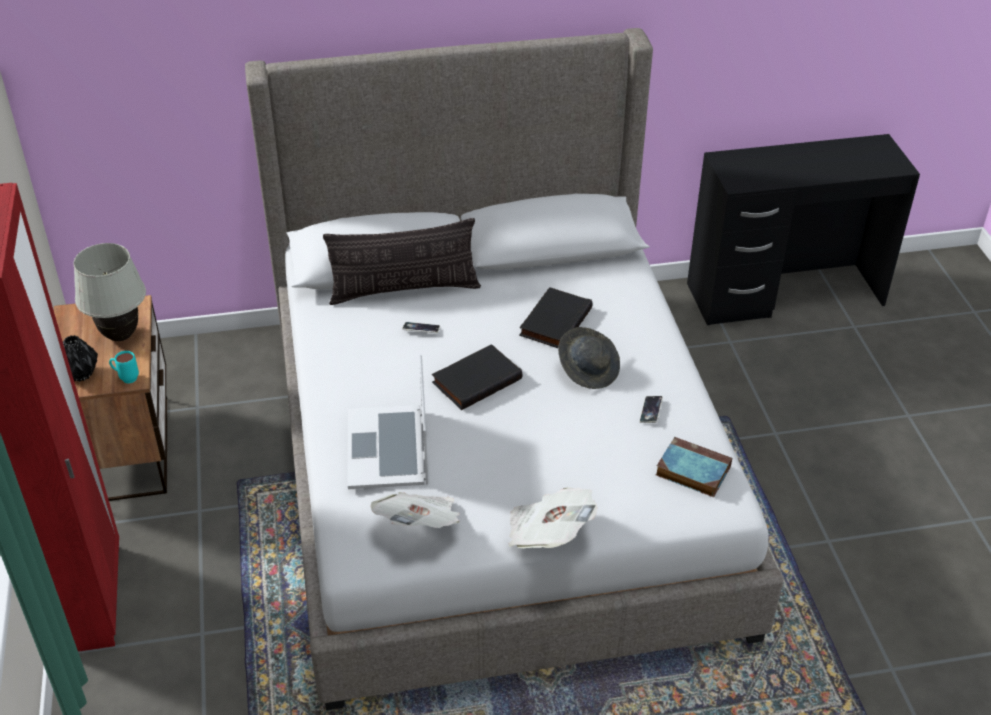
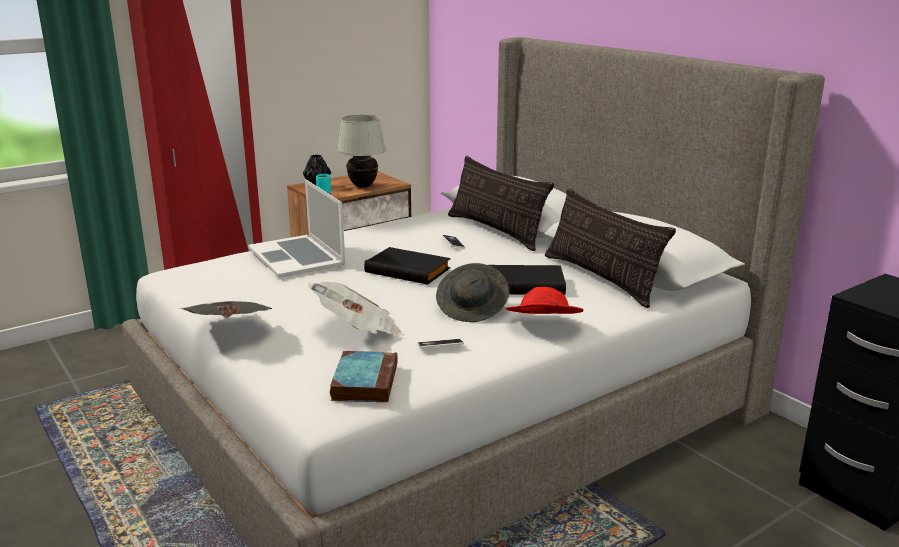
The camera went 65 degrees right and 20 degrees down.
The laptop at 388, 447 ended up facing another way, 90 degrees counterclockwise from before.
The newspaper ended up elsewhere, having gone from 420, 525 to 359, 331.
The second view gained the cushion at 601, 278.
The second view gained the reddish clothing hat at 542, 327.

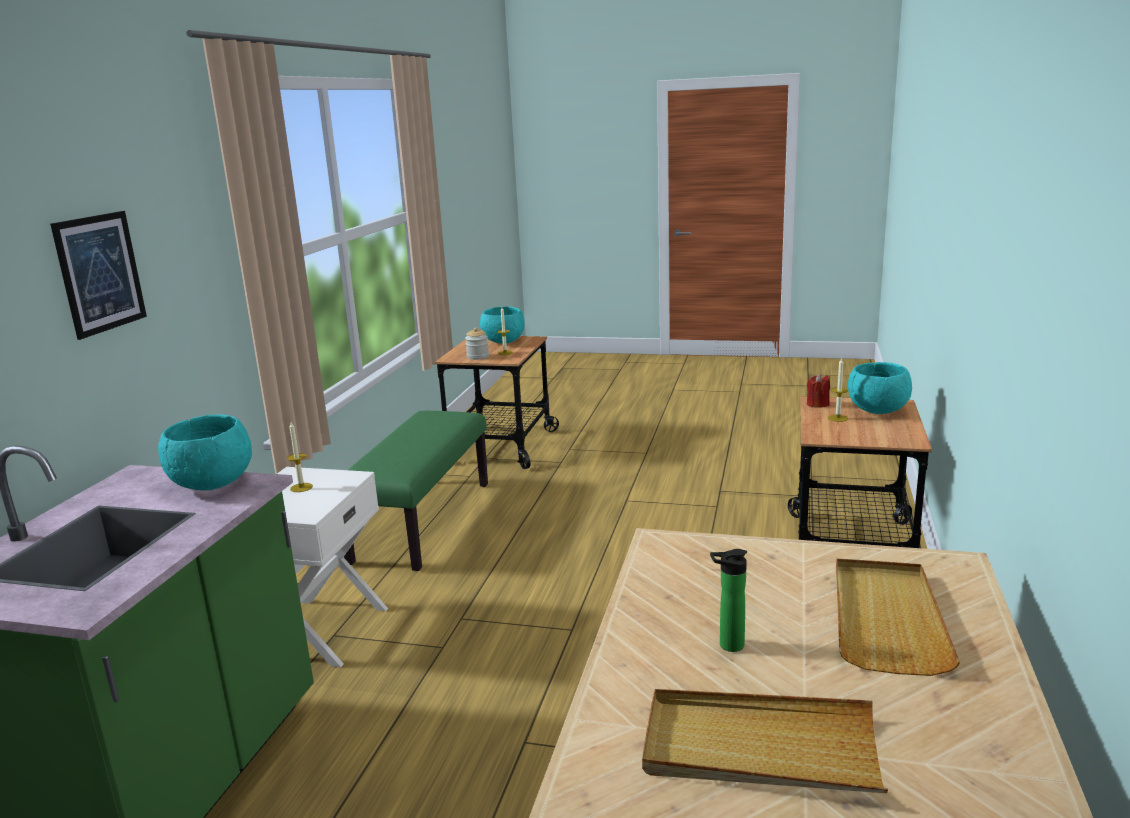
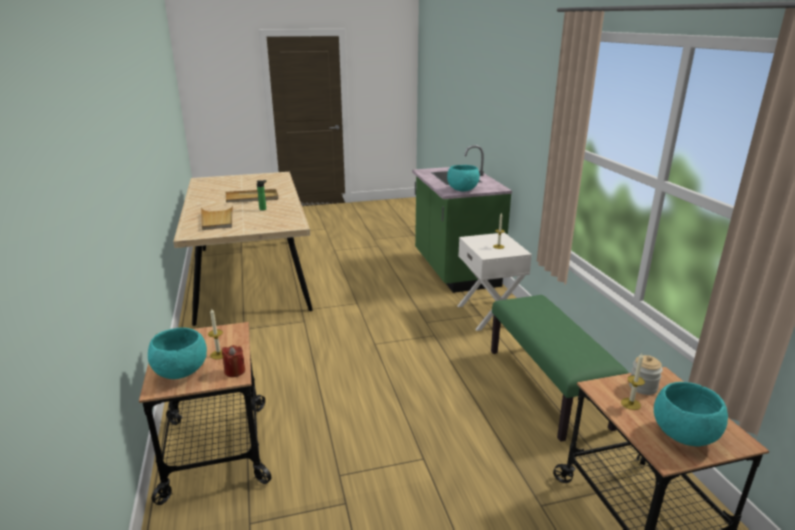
The camera went 150 degrees right and 5 degrees up.
The second view lost the wall art at 100, 273.

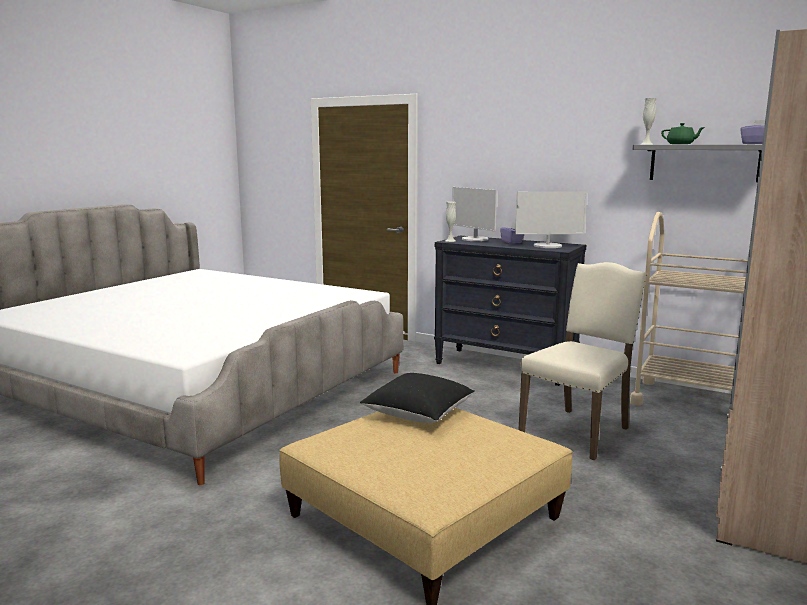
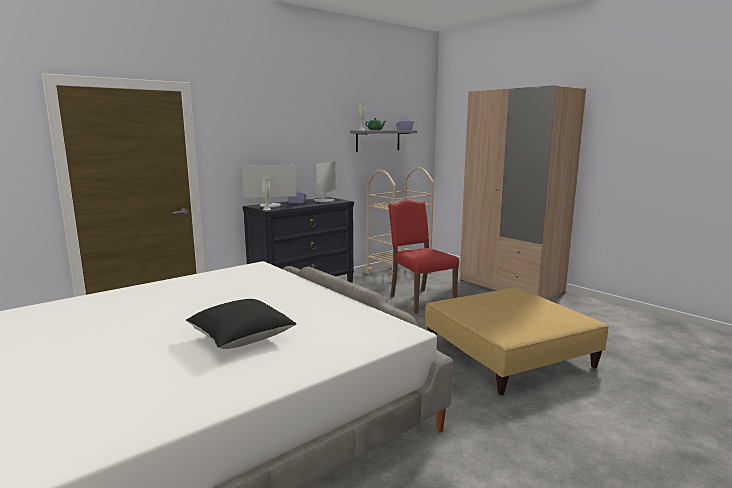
The camera went 70 degrees left and 0 degrees up.
What was the beige upright chair at 578, 431 turned into the reddish upright chair at 420, 300.
The black-coloured cushion ended up elsewhere, having gone from 418, 414 to 241, 339.

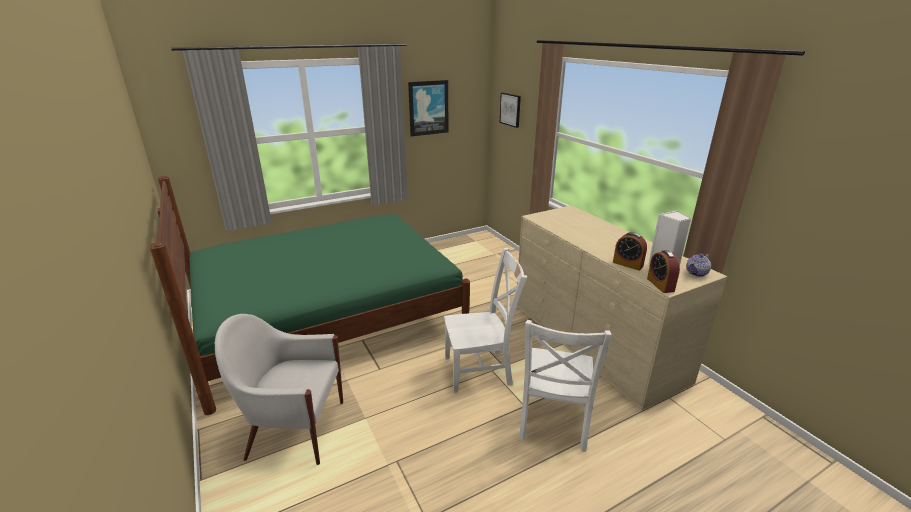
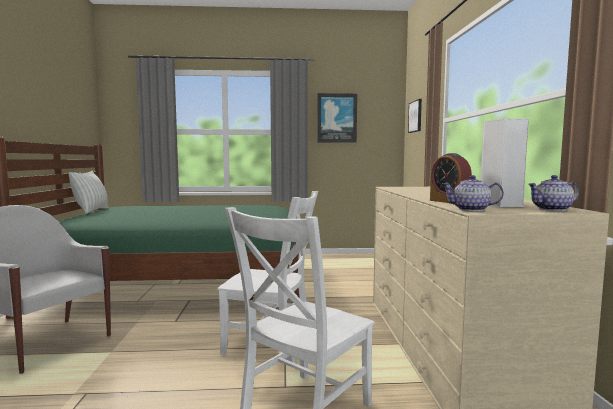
The camera went 25 degrees right and 20 degrees down.
Where the table clock stood at 660, 285, the tea pot came to stand at 471, 209.
The second view gained the cushion at 91, 211.

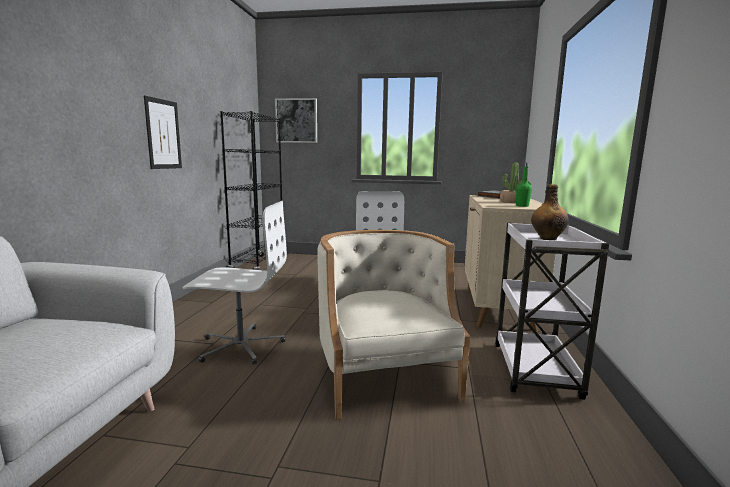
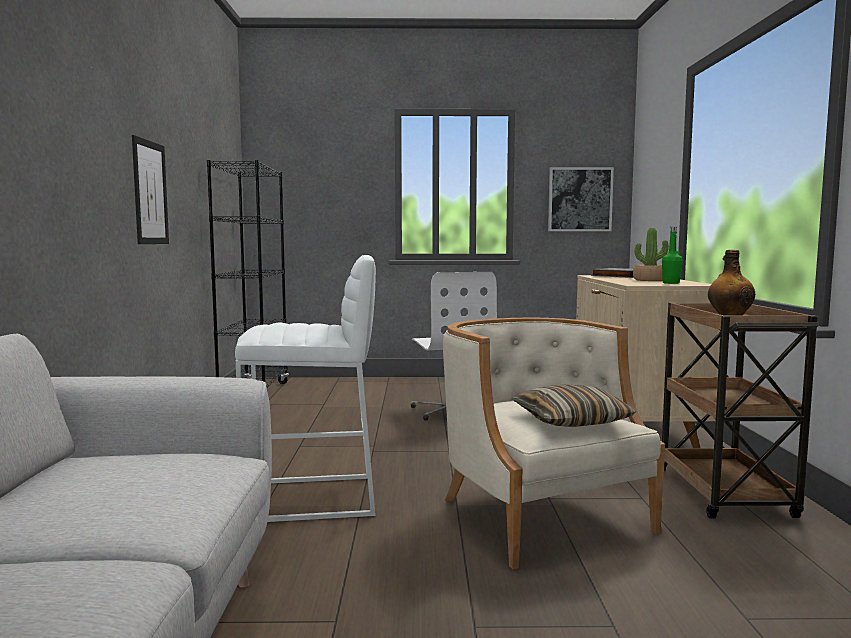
The camera went 10 degrees left and 5 degrees down.
The wall art ended up elsewhere, having gone from 296, 120 to 580, 199.
Where the whitish office chair stood at 240, 346, the whitish sitting stool came to stand at 313, 498.
What was the whitish wheeled cart at 535, 371 turned into the brownish wheeled cart at 725, 494.
The second view gained the cushion at 570, 421.

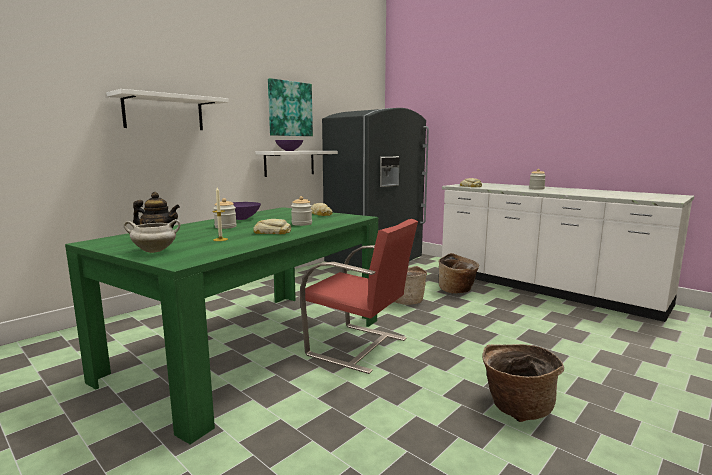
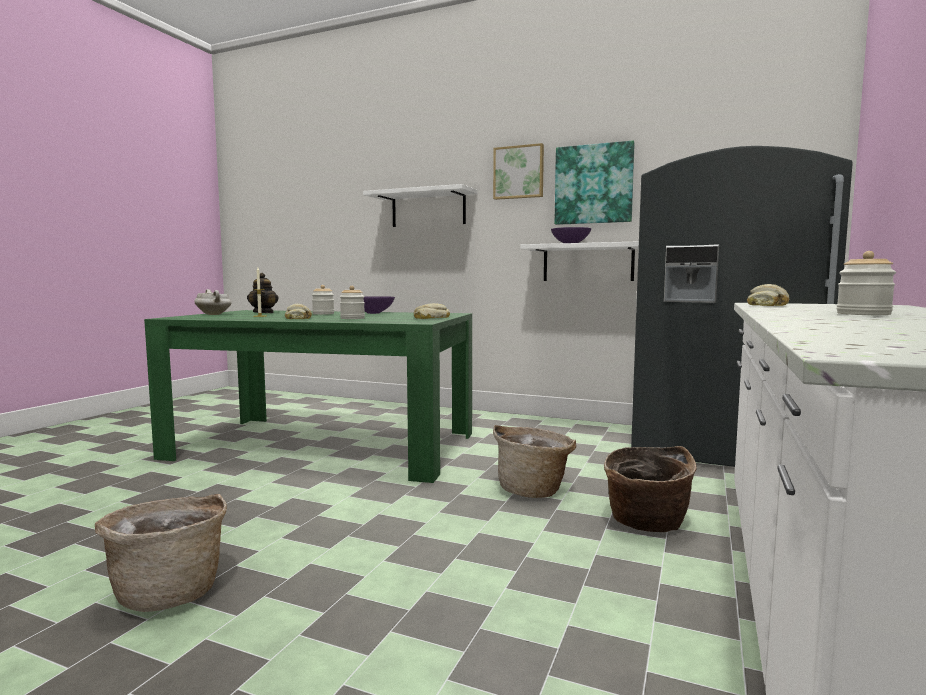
The camera went 70 degrees right and 5 degrees down.
The second view lost the reddish upright chair at 359, 347.
The second view gained the wall art at 519, 172.

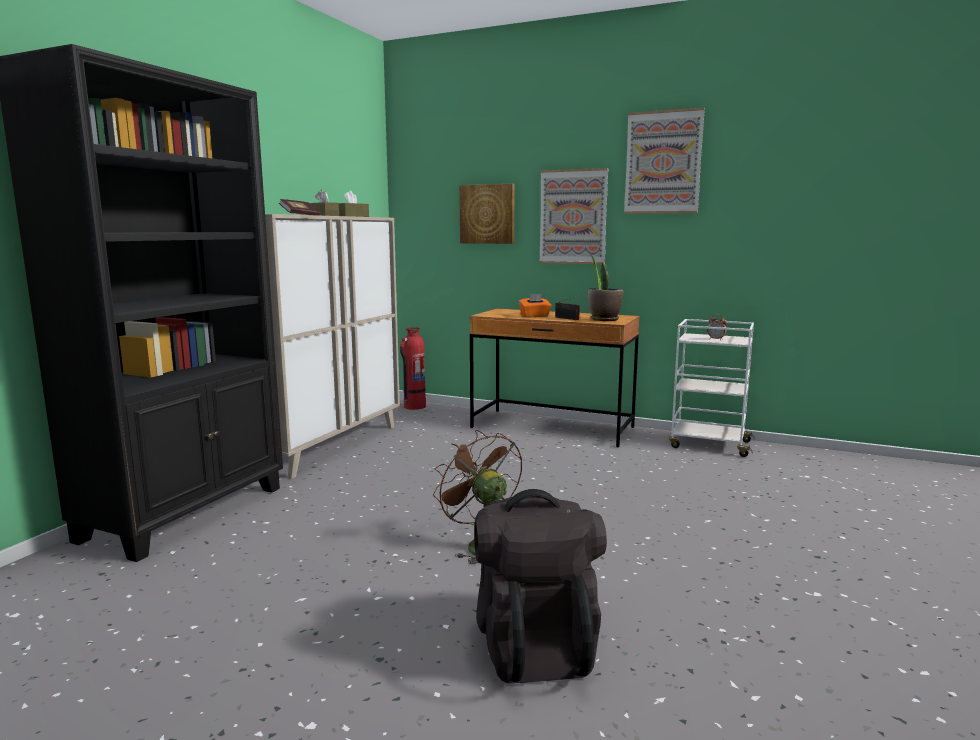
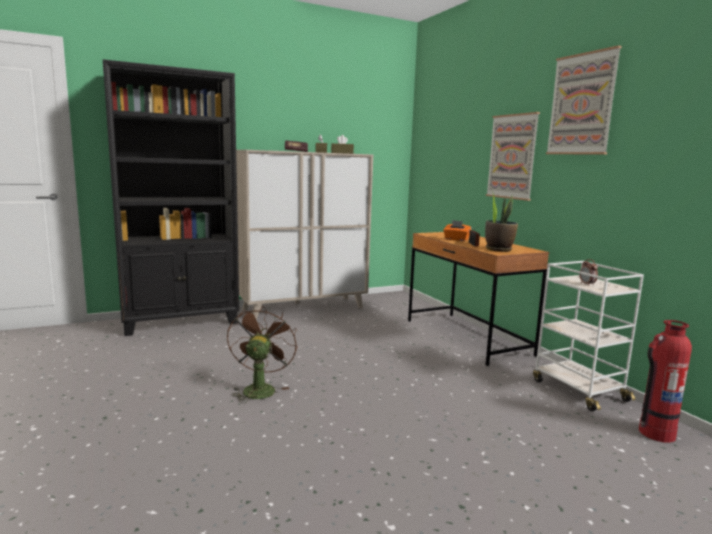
The camera went 40 degrees right and 0 degrees up.
The second view lost the wall art at 487, 214.
The extinguisher ended up elsewhere, having gone from 414, 406 to 655, 433.
The second view lost the black-coloured knapsack at 534, 643.

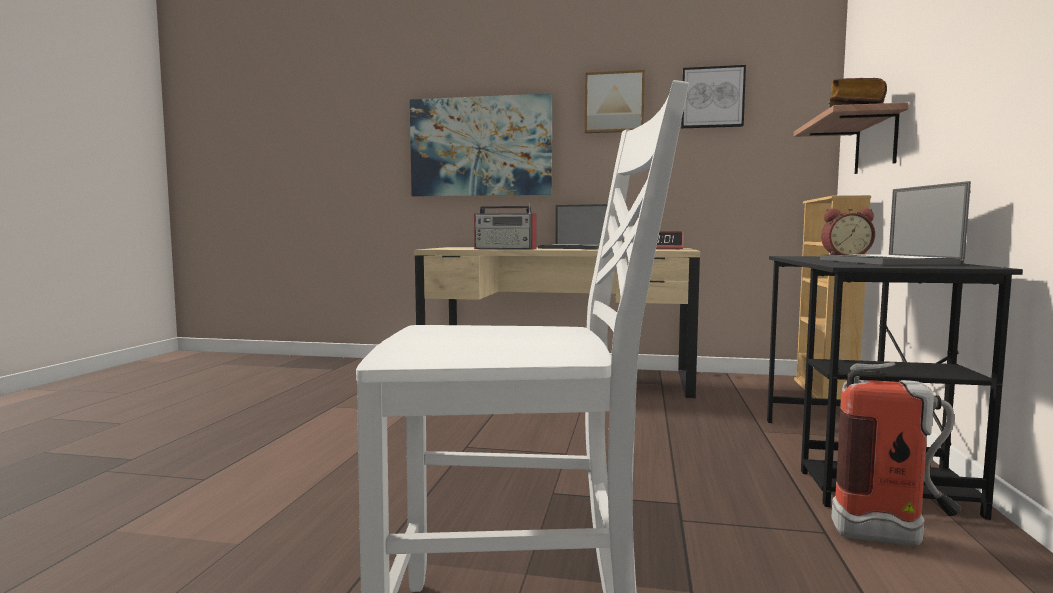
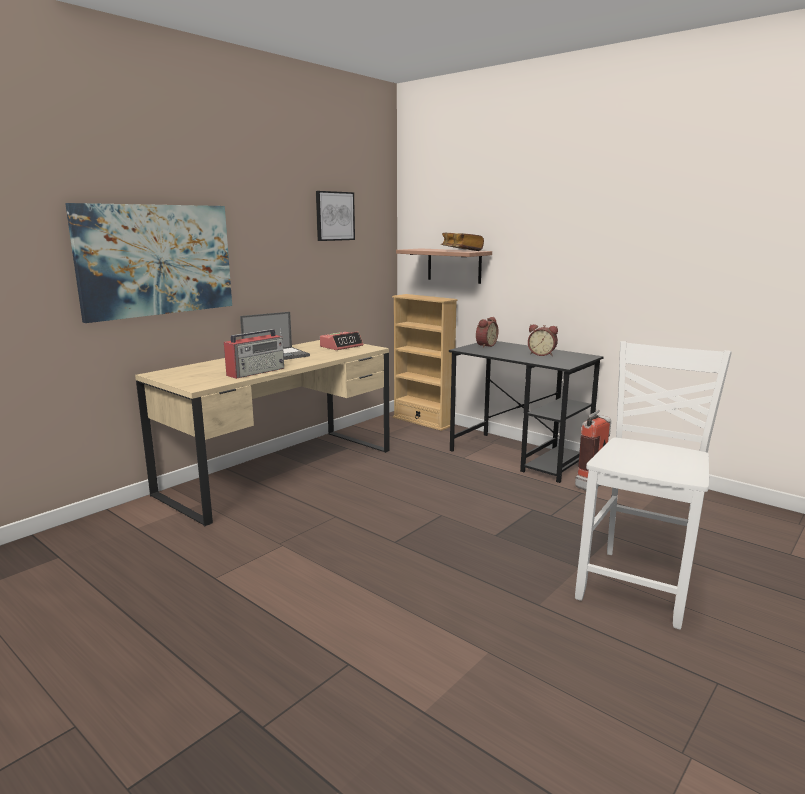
The camera went 60 degrees left and 10 degrees up.
The second view lost the wall art at 614, 102.
Where the laptop stood at 888, 262, the table clock came to stand at 542, 354.

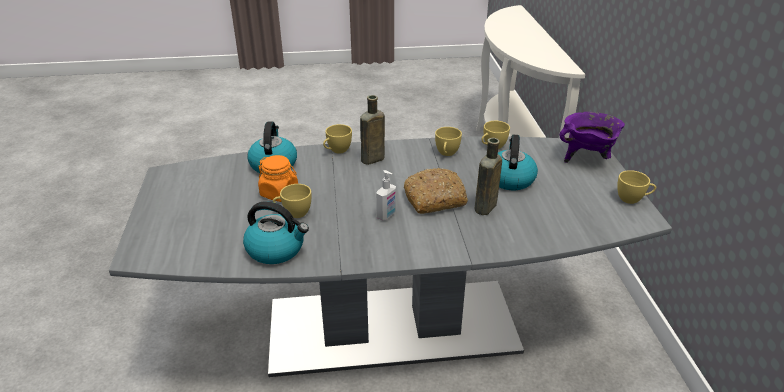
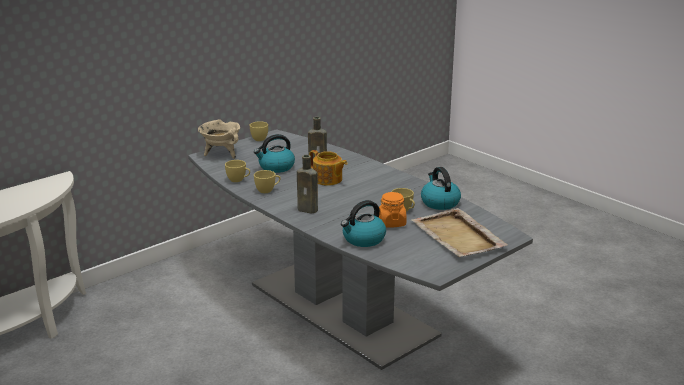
The camera went 125 degrees left and 10 degrees down.
What was the purplish stockpot at 586, 158 turned into the beige stockpot at 221, 154.
The second view lost the yellow small cup at 337, 151.
Where the baked bread stood at 435, 198, the tea pot came to stand at 328, 180.
The second view lost the soap dispenser at 387, 215.
The second view gained the beige serving tray at 458, 236.

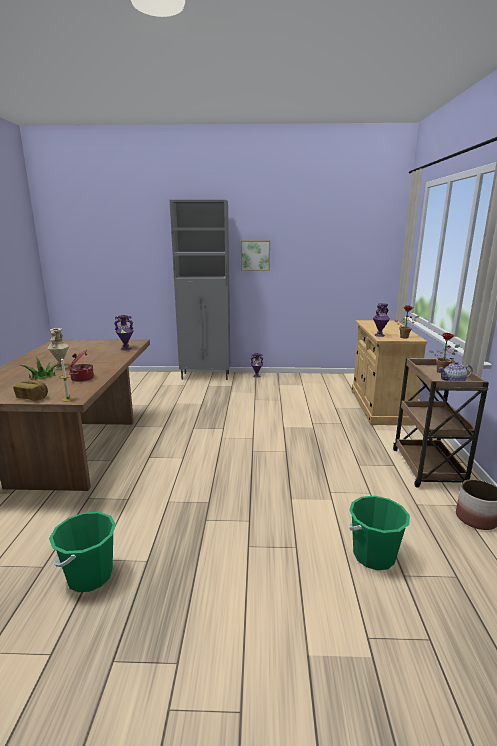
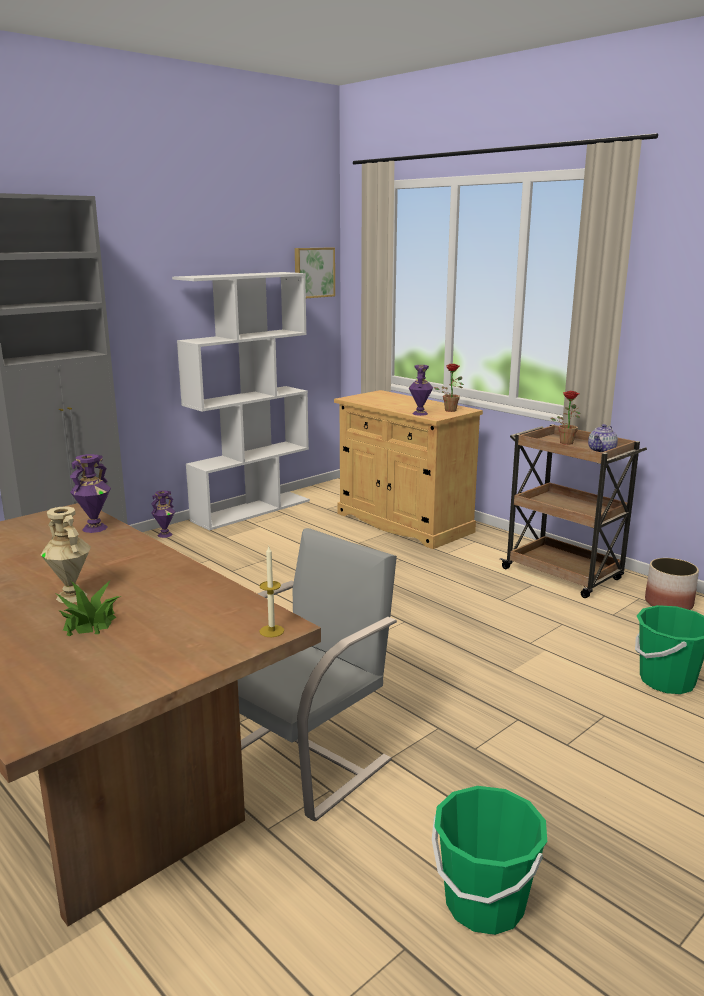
The camera went 45 degrees left and 0 degrees up.
The wall art ended up elsewhere, having gone from 255, 255 to 313, 272.
The second view lost the stockpot at 82, 378.
The second view lost the baked bread at 32, 397.
The second view gained the whitish shelving unit at 251, 510.
The second view gained the greyish upright chair at 305, 759.

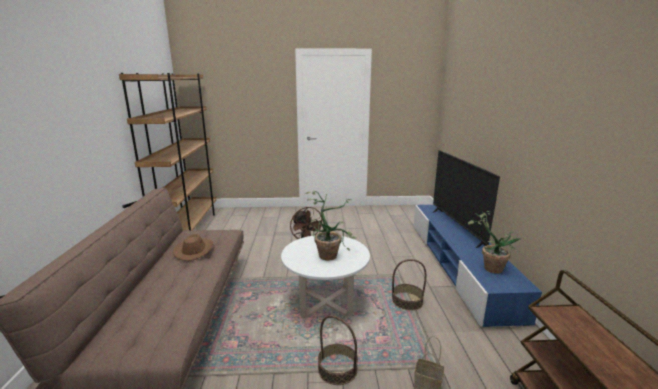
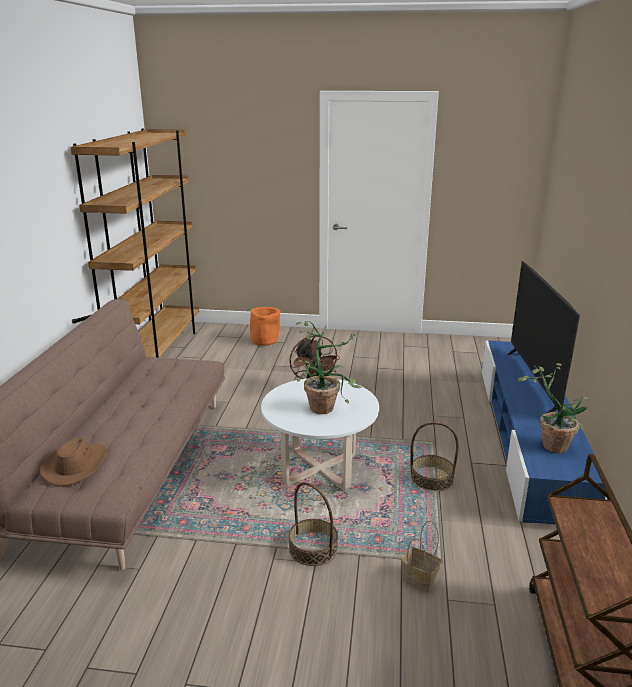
The camera went 10 degrees right and 5 degrees up.
The brownish clothing hat ended up elsewhere, having gone from 194, 250 to 76, 465.
The second view gained the orange-coloured plant pot at 265, 341.

